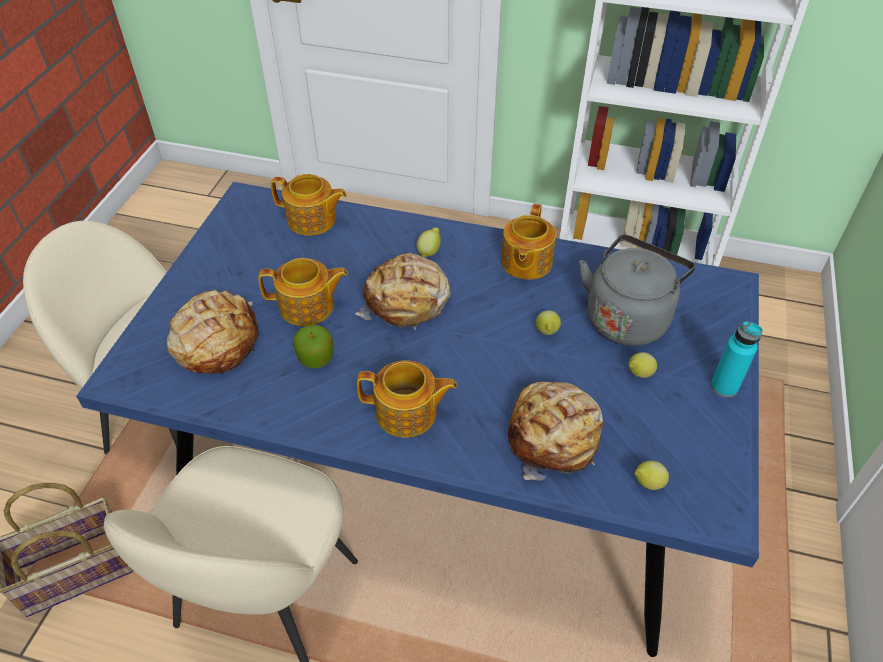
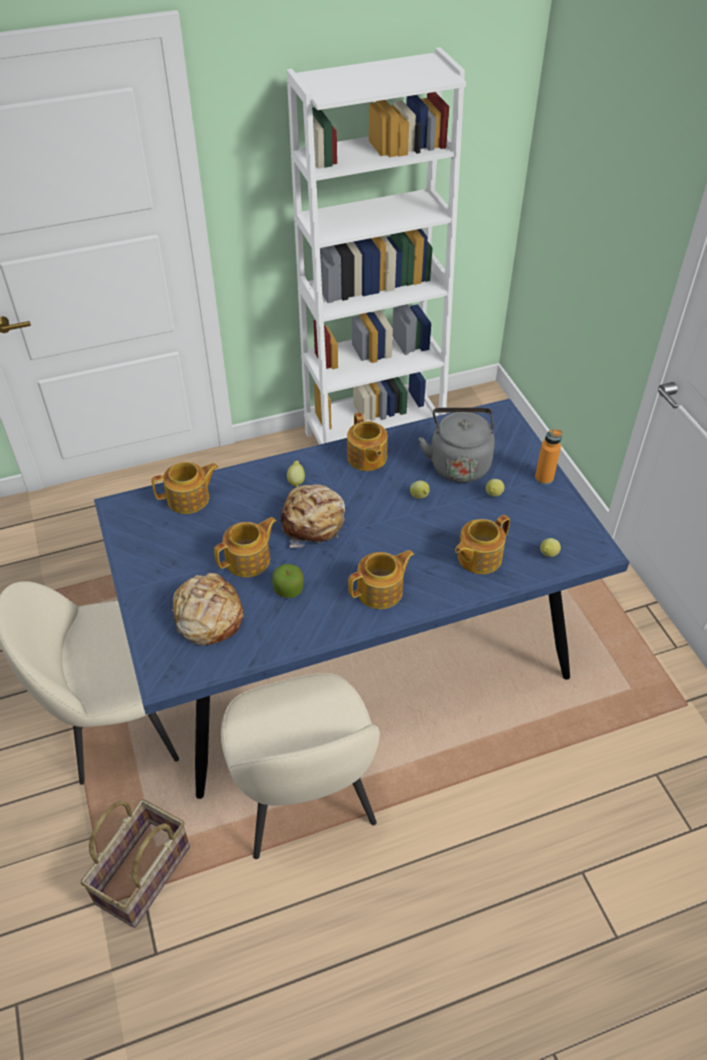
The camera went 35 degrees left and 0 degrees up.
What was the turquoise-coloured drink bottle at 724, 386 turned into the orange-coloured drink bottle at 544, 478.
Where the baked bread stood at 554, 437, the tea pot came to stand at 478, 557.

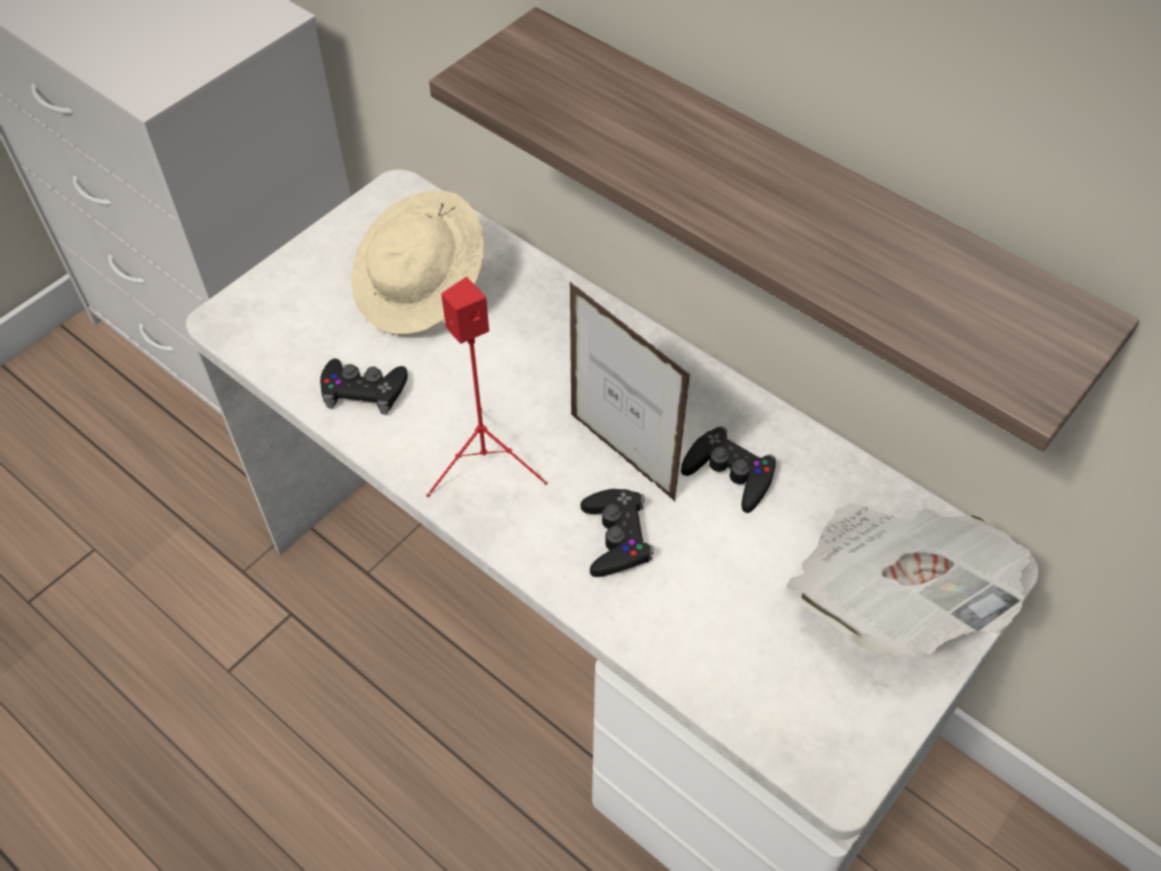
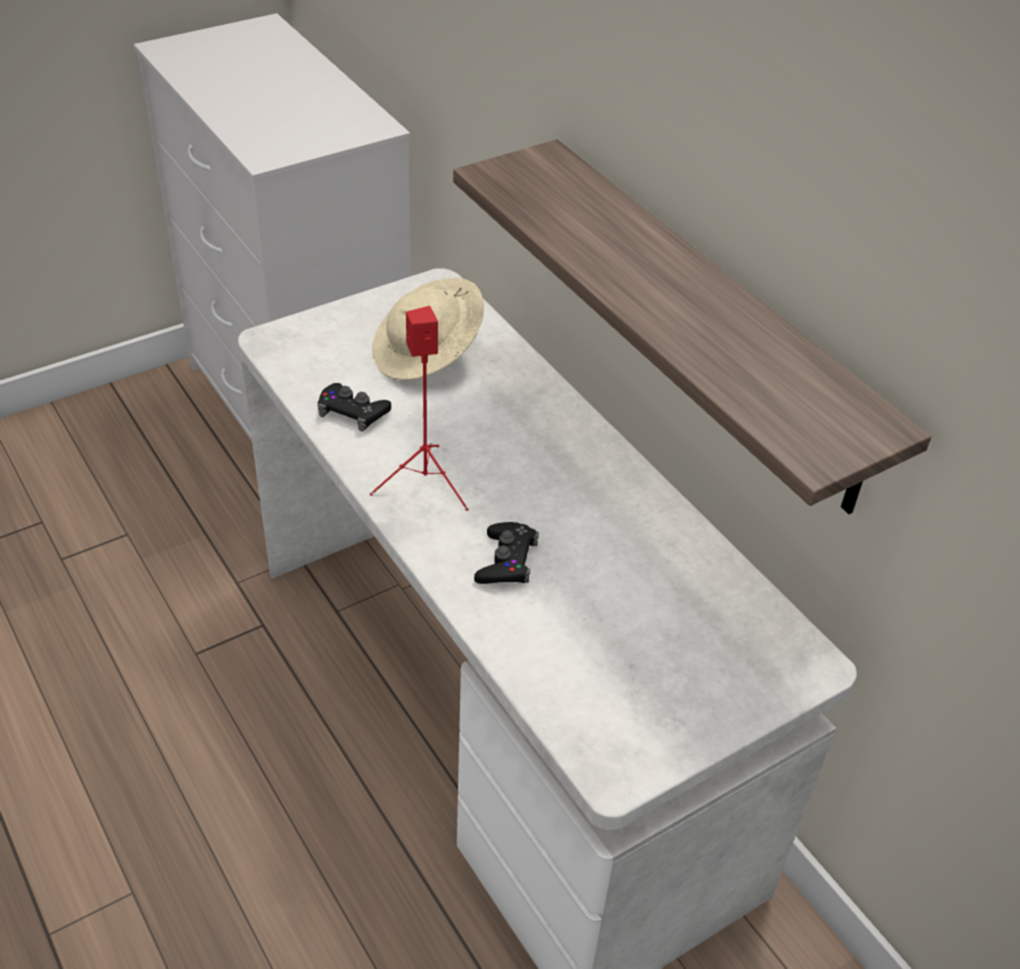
The camera went 15 degrees right and 10 degrees down.
The second view lost the photo frame at 622, 457.
The second view lost the black-coloured game controller at 729, 473.
The second view lost the newspaper at 891, 596.

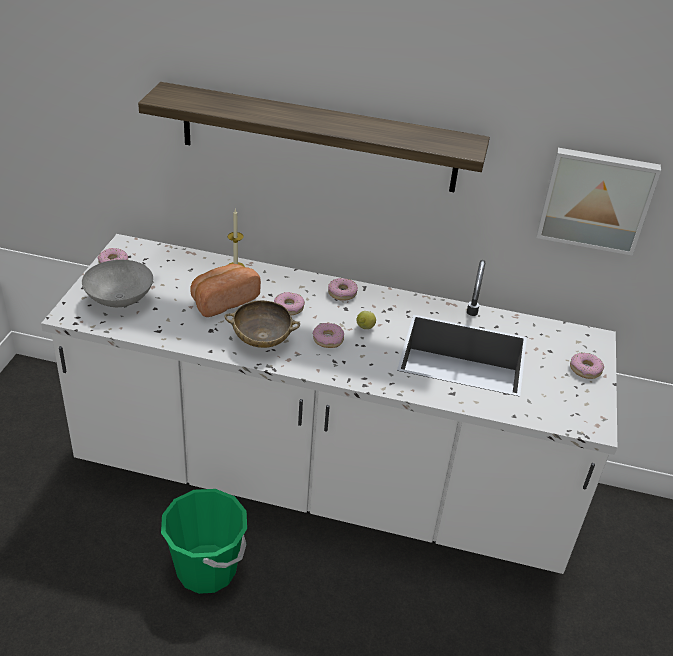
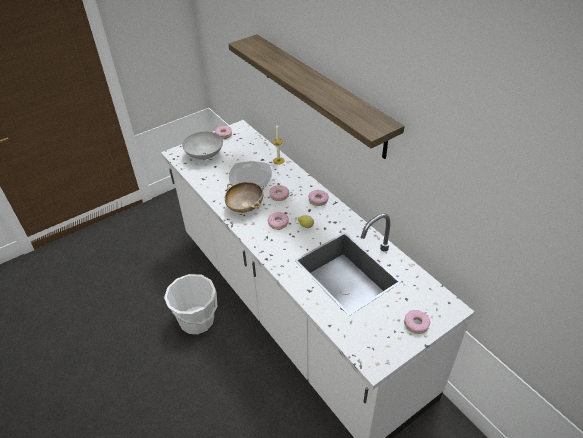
The camera went 45 degrees right and 5 degrees up.
The second view lost the wall art at 596, 199.
Where the baked bread stood at 223, 300, the plate came to stand at 251, 176.
What was the green-coloured pail at 207, 569 turned into the whitish pail at 197, 320.

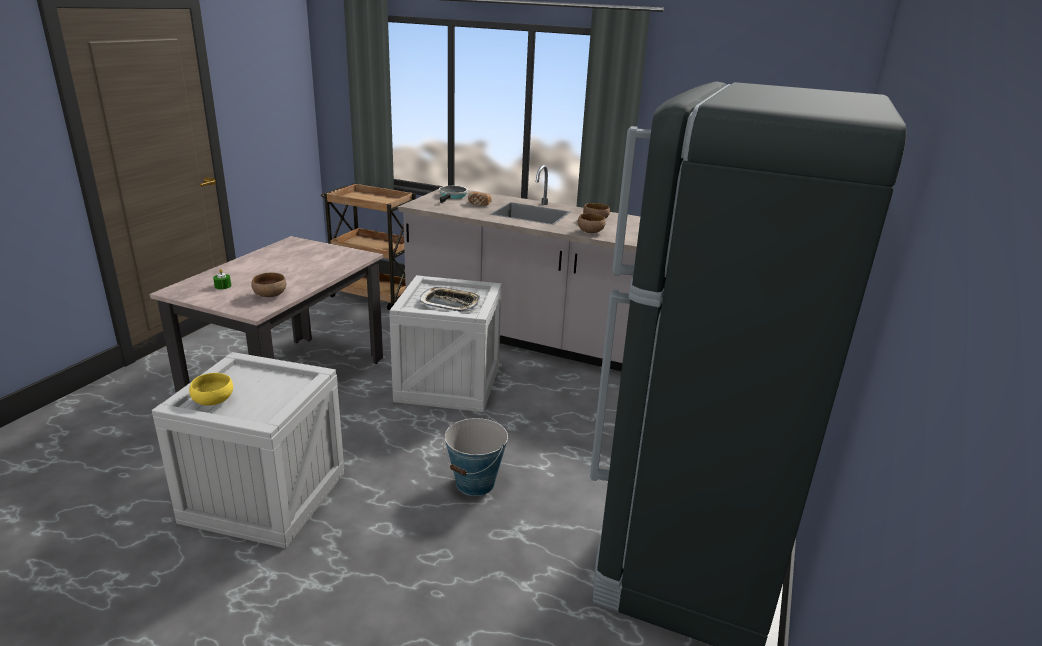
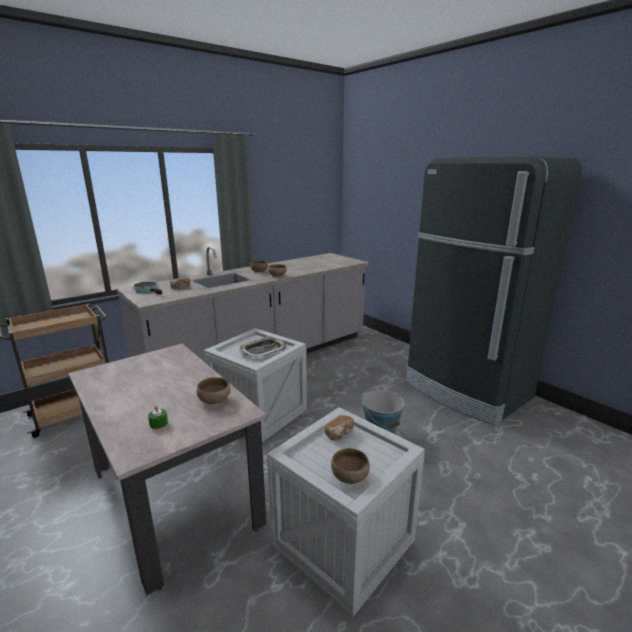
The camera went 60 degrees left and 5 degrees down.
What was the yellow bowl at 214, 401 turned into the brownish bowl at 350, 476.
The second view gained the baked bread at 340, 434.

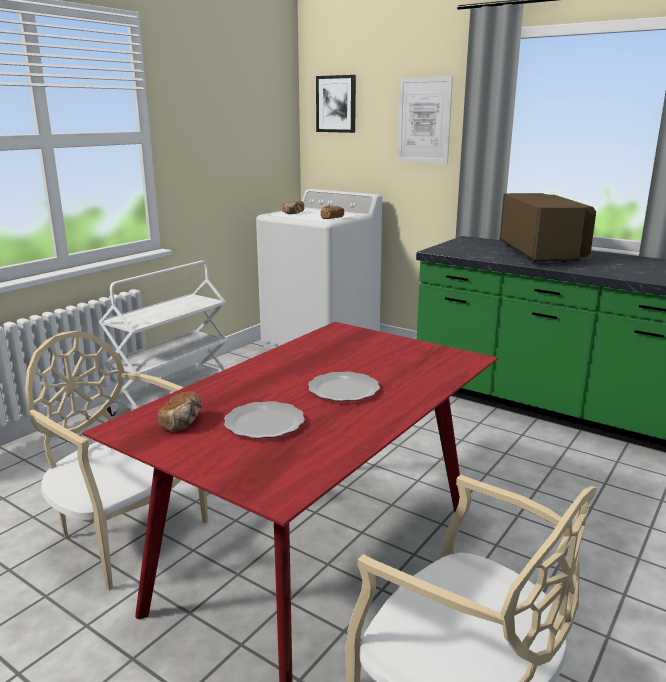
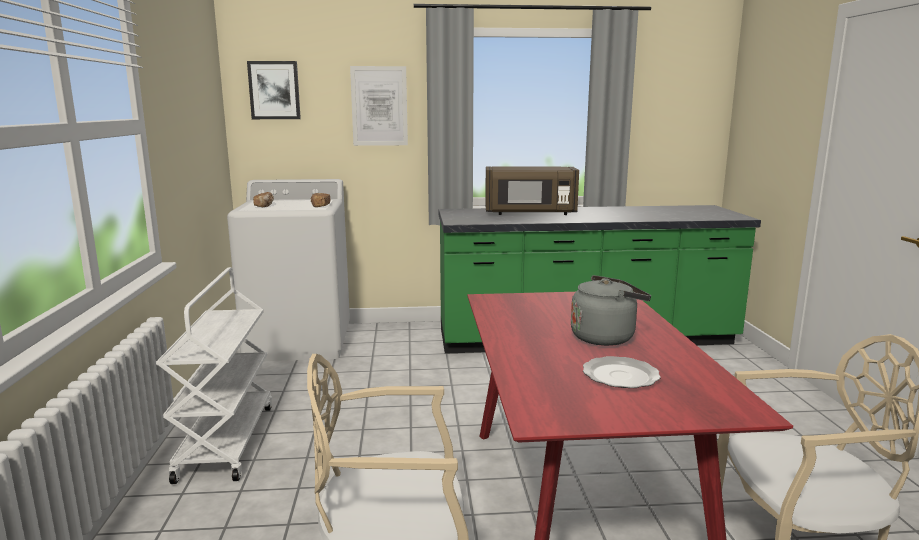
The camera went 40 degrees left and 5 degrees down.
The brownish microwave at 541, 253 ended up facing another way, 135 degrees clockwise from before.
Where the plate stood at 344, 390, the greyish kettle came to stand at 606, 337.
The second view lost the baked bread at 183, 422.

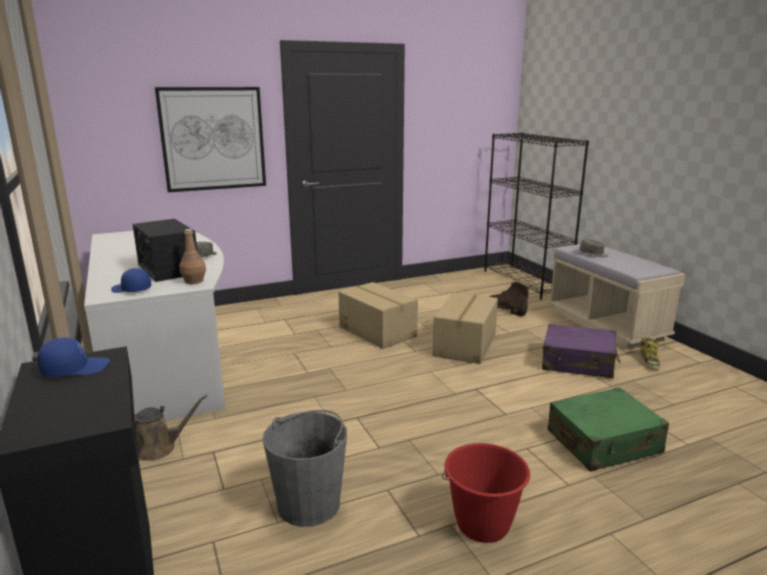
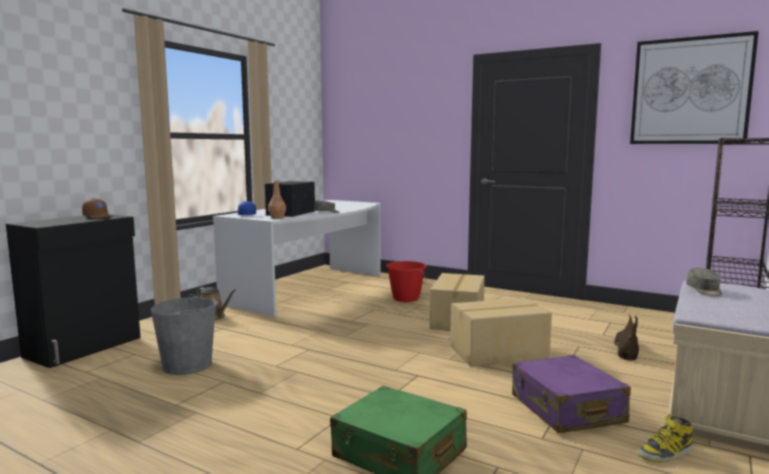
The camera went 55 degrees right and 10 degrees down.
The wall art ended up elsewhere, having gone from 213, 139 to 690, 91.
What was the blue cap at 75, 368 turned into the brownish cap at 99, 216.
The reddish pail ended up elsewhere, having gone from 482, 525 to 406, 298.

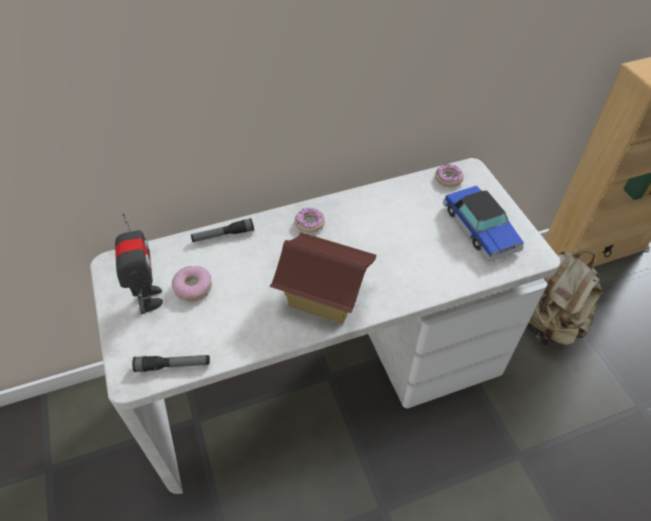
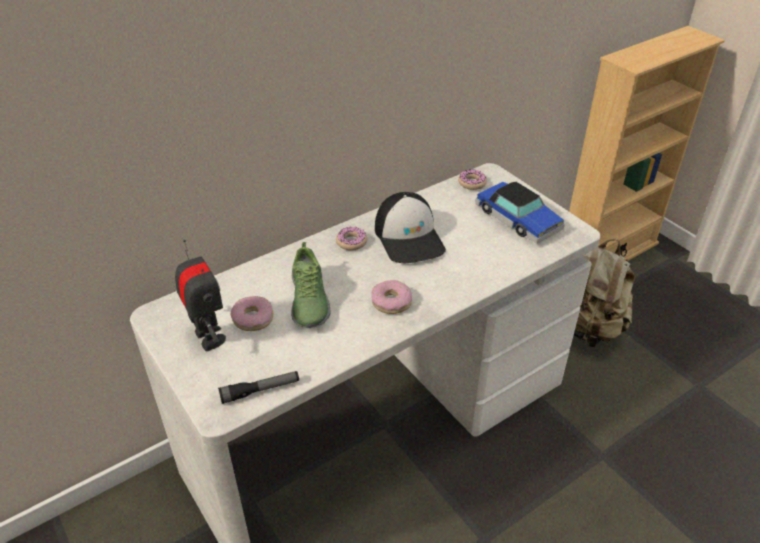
The camera went 15 degrees left and 10 degrees down.
The second view lost the flashlight at 223, 235.
Where the miniature house stood at 324, 297, the donut came to stand at 391, 302.
The second view gained the cap at 409, 237.
The second view gained the shoe at 308, 301.

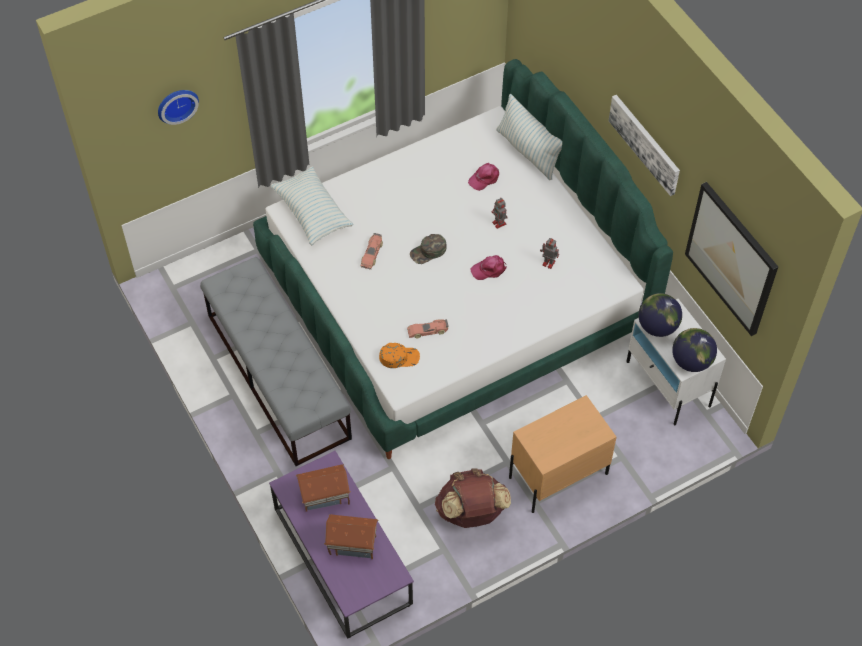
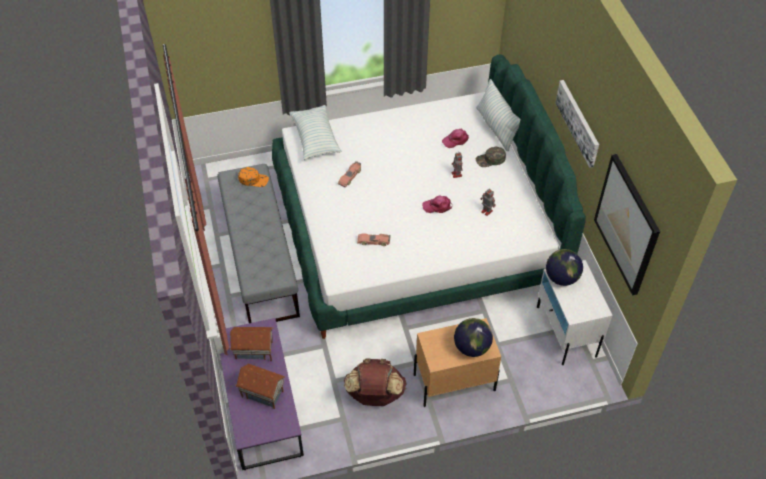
The camera went 15 degrees right and 5 degrees down.
The second view lost the clock on the wall at 176, 104.
The green-coloured cap ended up elsewhere, having gone from 428, 252 to 490, 160.
The world globe ended up elsewhere, having gone from 691, 361 to 472, 347.
The orange-coloured cap ended up elsewhere, having gone from 399, 357 to 253, 179.

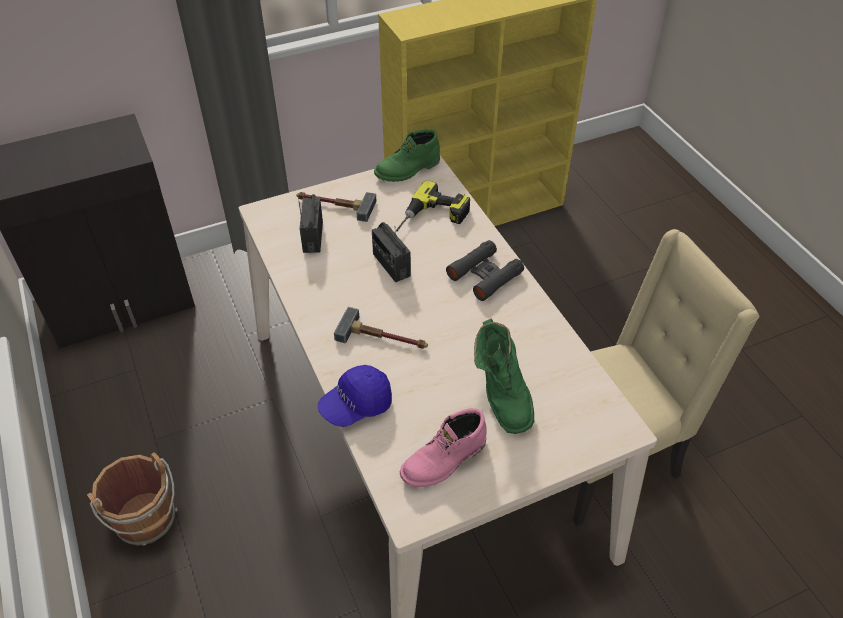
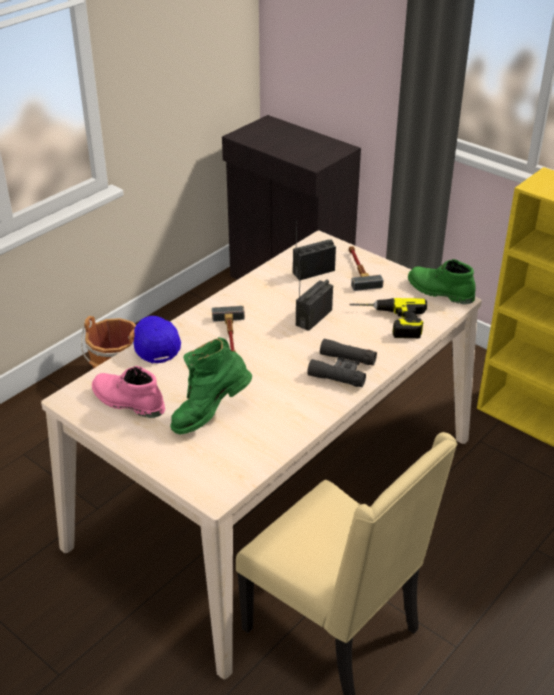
The camera went 65 degrees right and 10 degrees down.
The blue cap at 356, 405 ended up facing another way, 45 degrees clockwise from before.

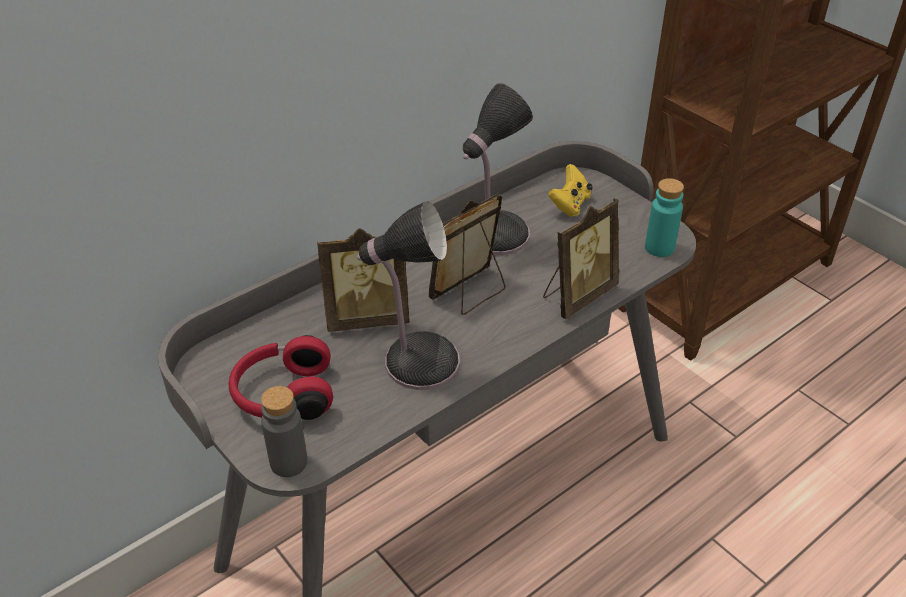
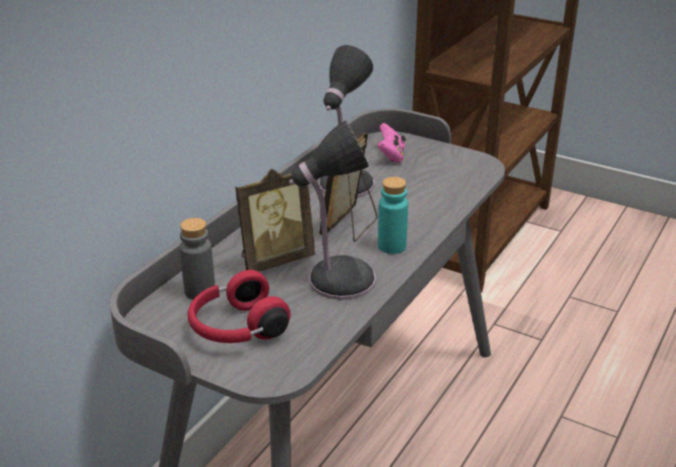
The camera went 20 degrees left and 10 degrees down.
What was the yellow game controller at 570, 205 turned into the pink game controller at 391, 156.
The turquoise-coloured drink bottle ended up elsewhere, having gone from 659, 248 to 392, 246.
The second view lost the photo frame at 577, 295.
The greyish drink bottle ended up elsewhere, having gone from 288, 462 to 200, 291.

